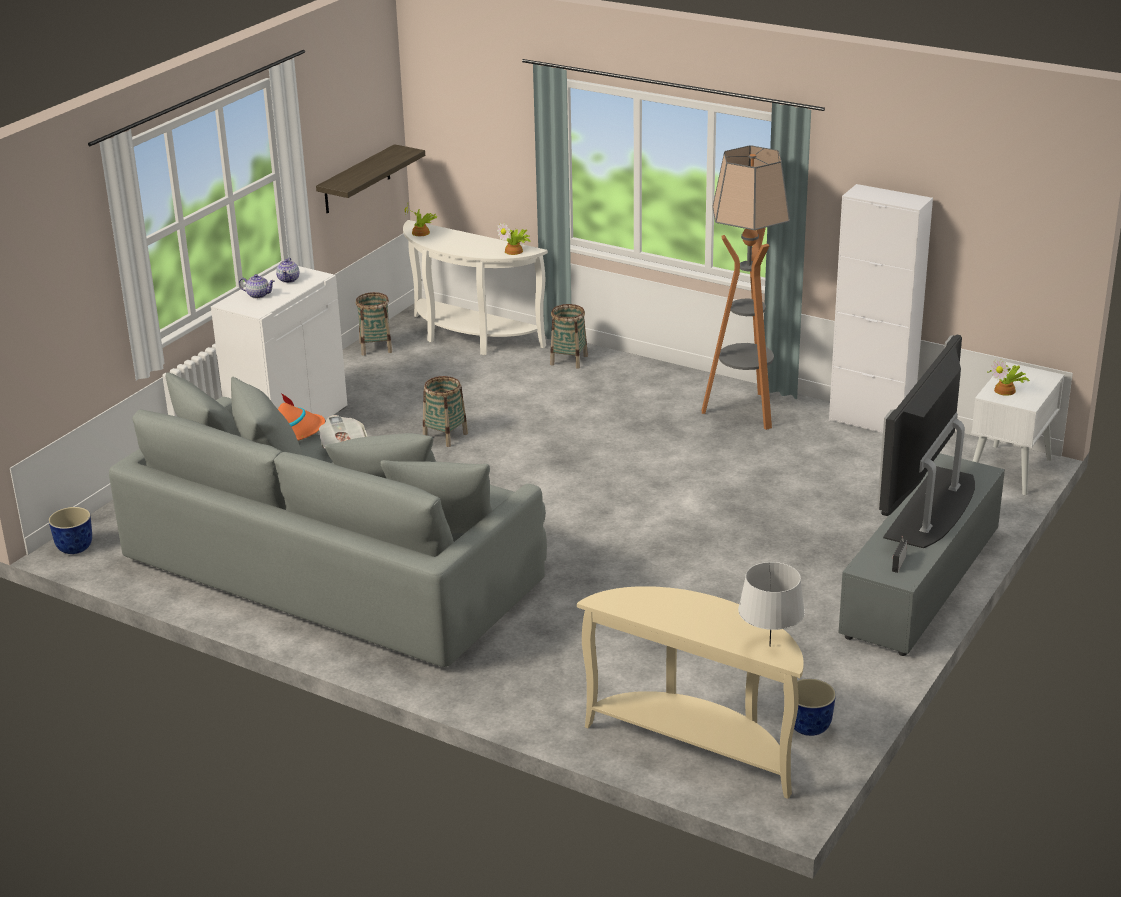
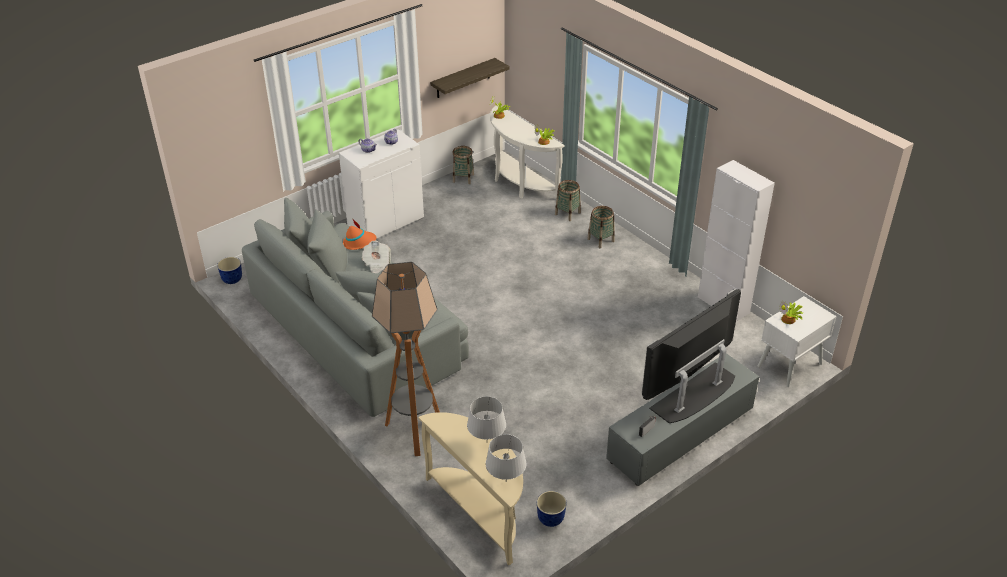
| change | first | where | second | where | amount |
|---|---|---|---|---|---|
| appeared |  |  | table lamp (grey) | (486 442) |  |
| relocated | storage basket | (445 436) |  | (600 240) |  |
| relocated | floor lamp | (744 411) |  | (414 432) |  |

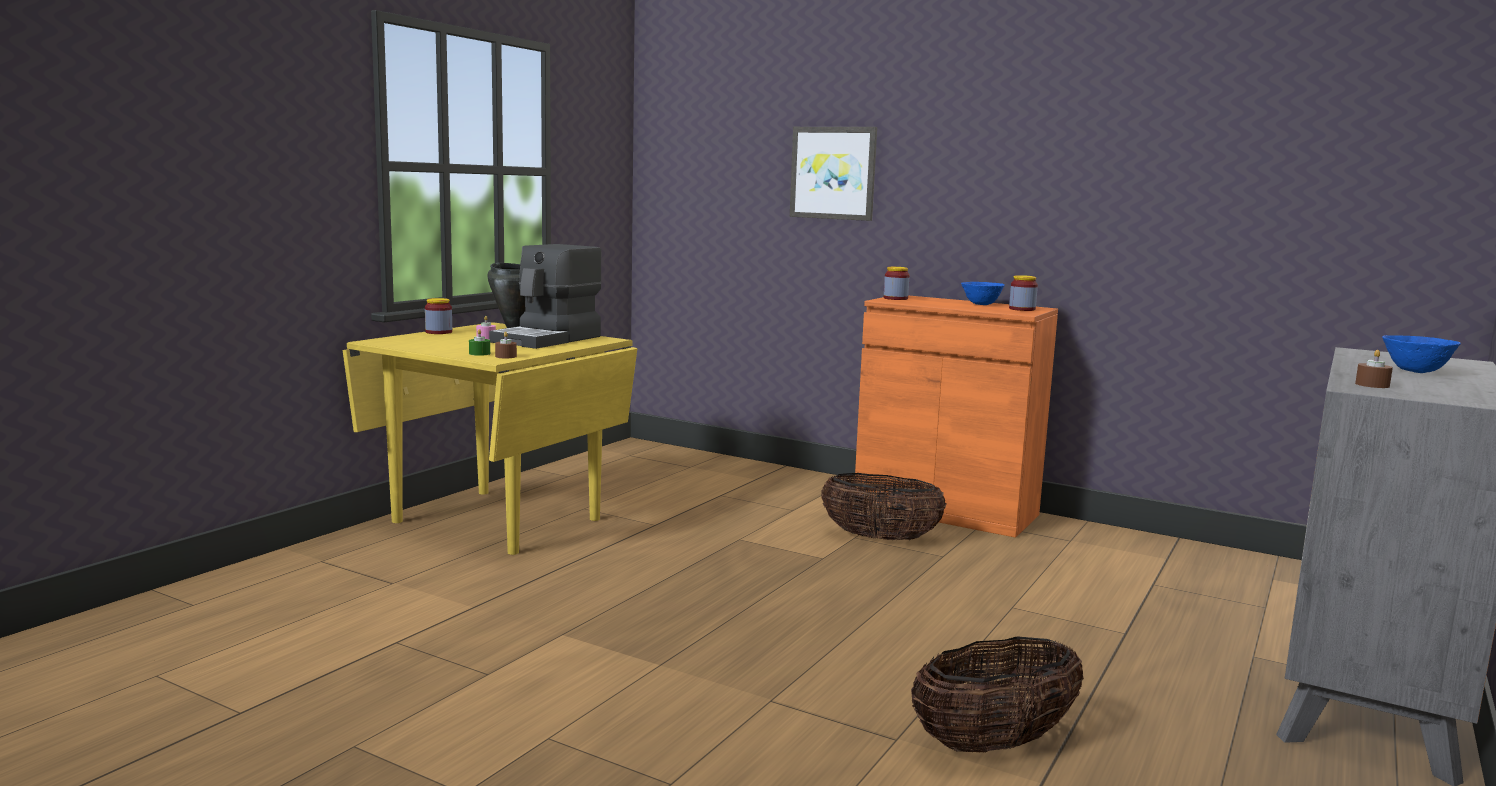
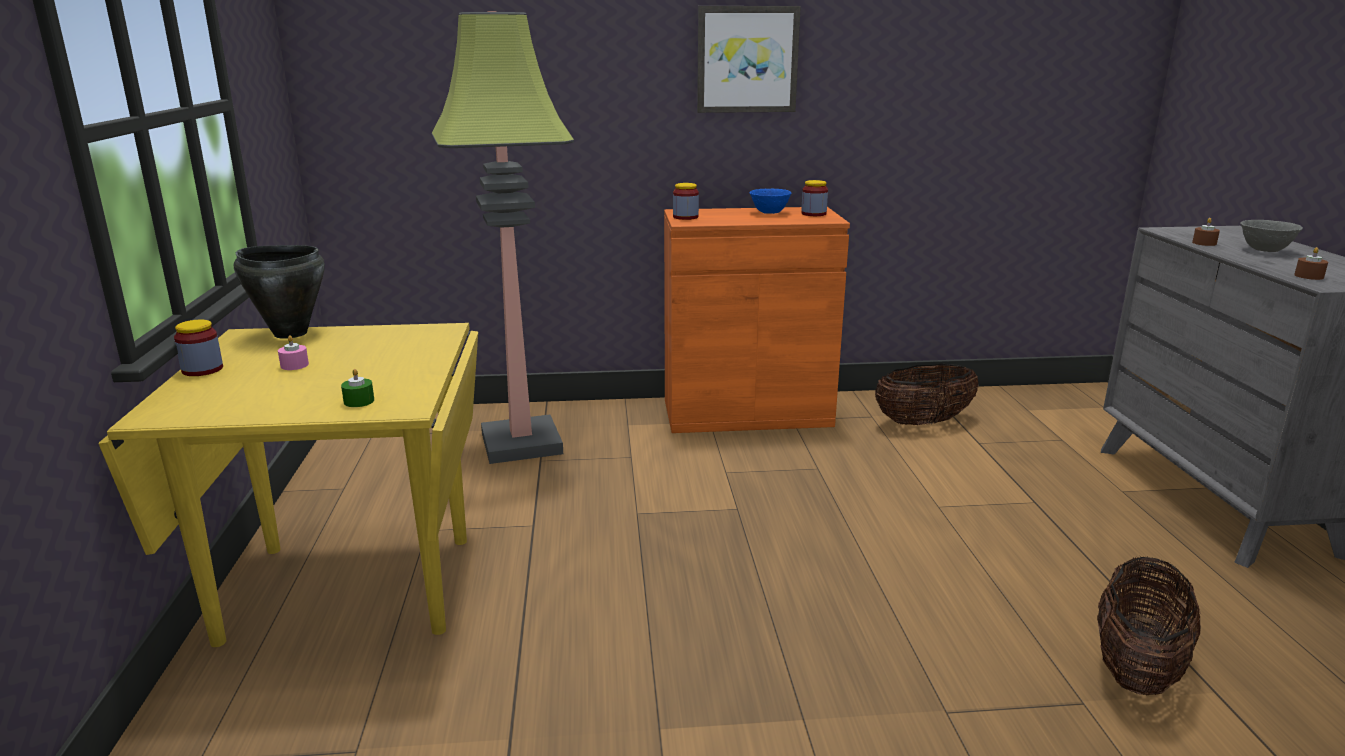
| change | first | where | second | where | amount |
|---|---|---|---|---|---|
| missing | coffee maker | (549 339) |  |  |  |
| appeared |  |  | floor lamp | (522 443) |  |
| relocated | wax candle (brown-coloured) | (506 356) |  | (1204 243) |  |
| relocated | wall art | (833 173) |  | (747 60) |  |
| relocated | storage basket | (880 538) |  | (923 422) |  |
| colour | deep dish (blue) | (1415 372) | deep dish (grey) | (1264 250) |  |

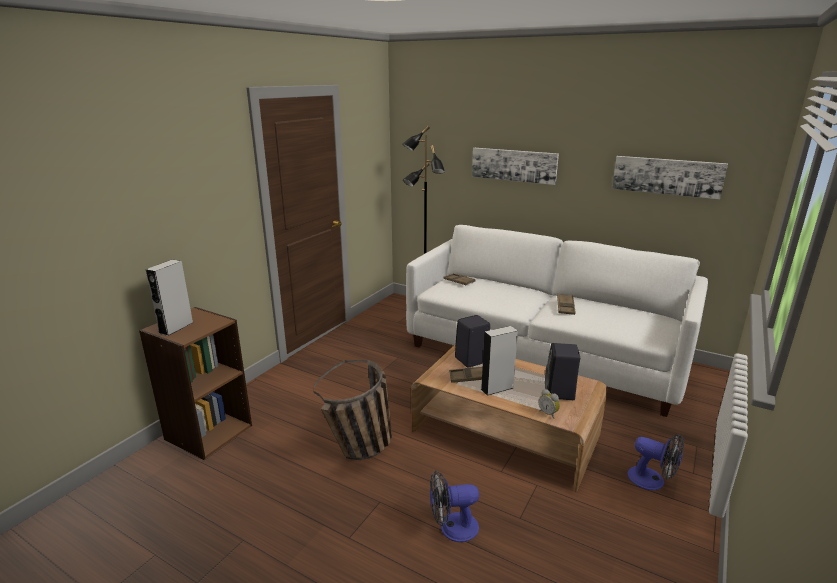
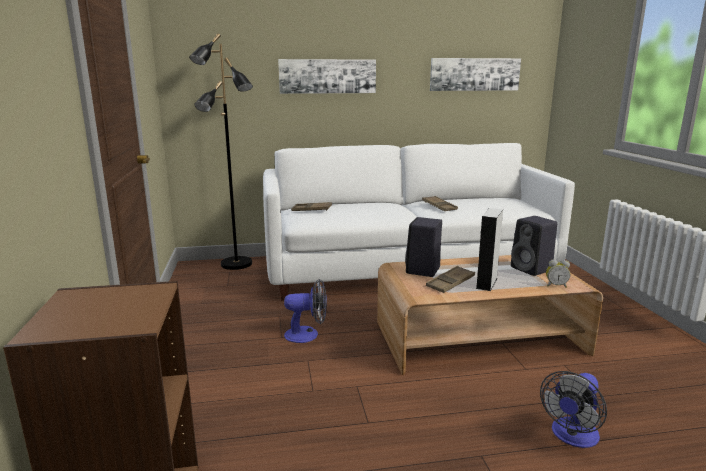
| change | first | where | second | where | amount |
|---|---|---|---|---|---|
| missing | loudspeaker (grey) | (176 328) |  |  |  |
| missing | storage basket | (362 451) |  |  |  |
| relocated | cooling fan | (652 481) |  | (307 334) |  |

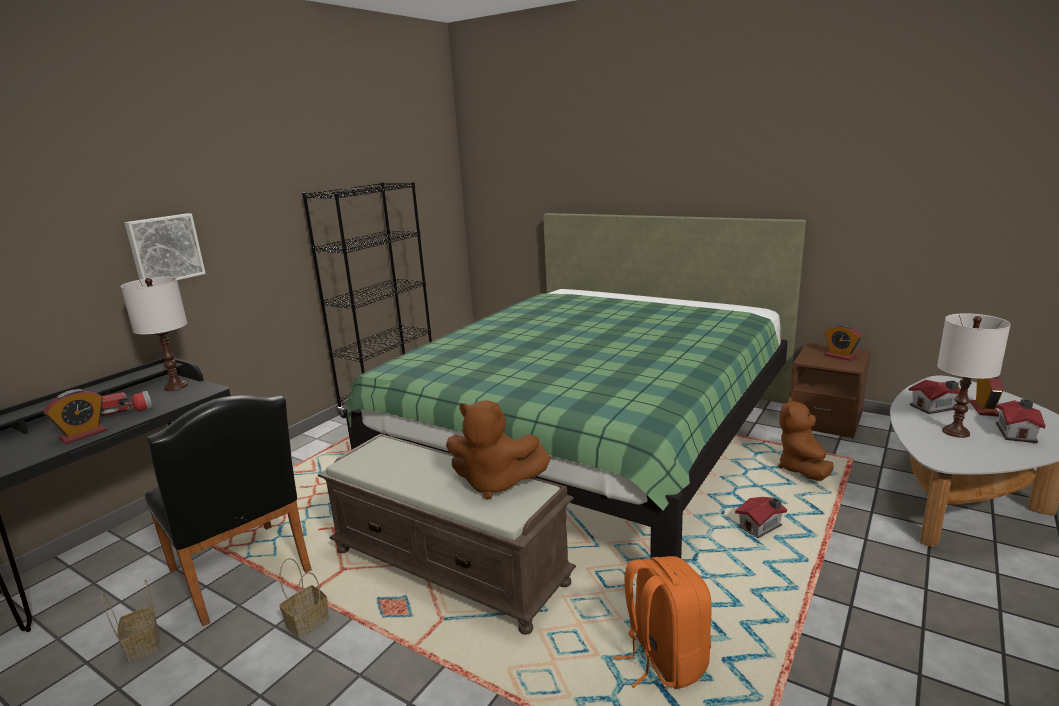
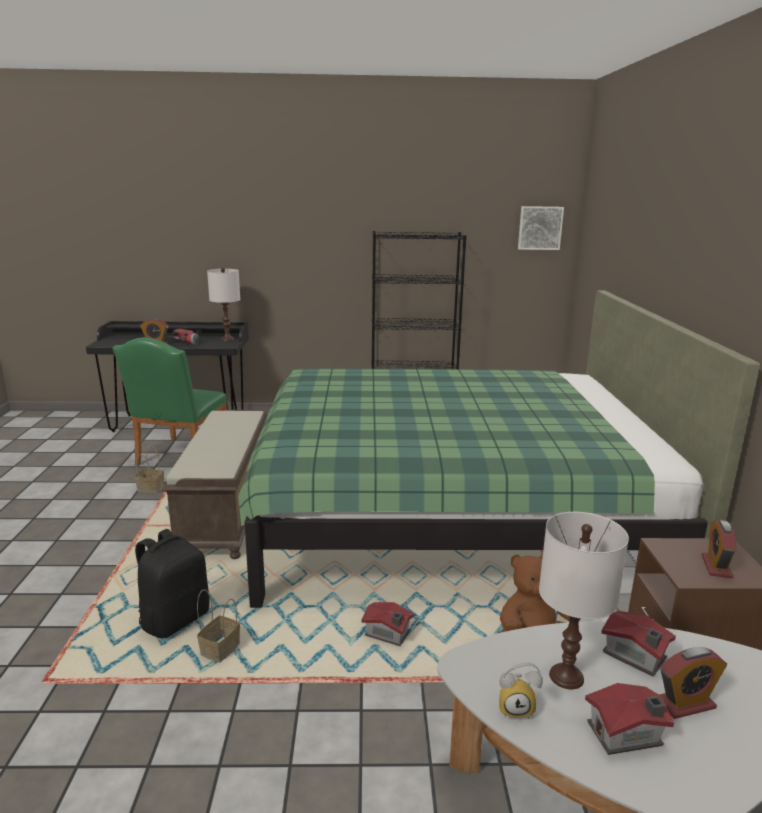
| change | first | where | second | where | amount |
|---|---|---|---|---|---|
| missing | plush toy (brown-coloured) | (495 483) |  |  |  |
| appeared |  |  | alarm clock | (516 707) |  |
| relocated | storage basket | (142 644) |  | (220 649) |  |
| relocated | wall art | (165 249) |  | (539 228) |  |
| colour | chair (blackish) | (243 576) | chair (green) | (179 457) |  |
| colour | knapsack (orange-coloured) | (663 660) | knapsack (blackish) | (175 619) |  |

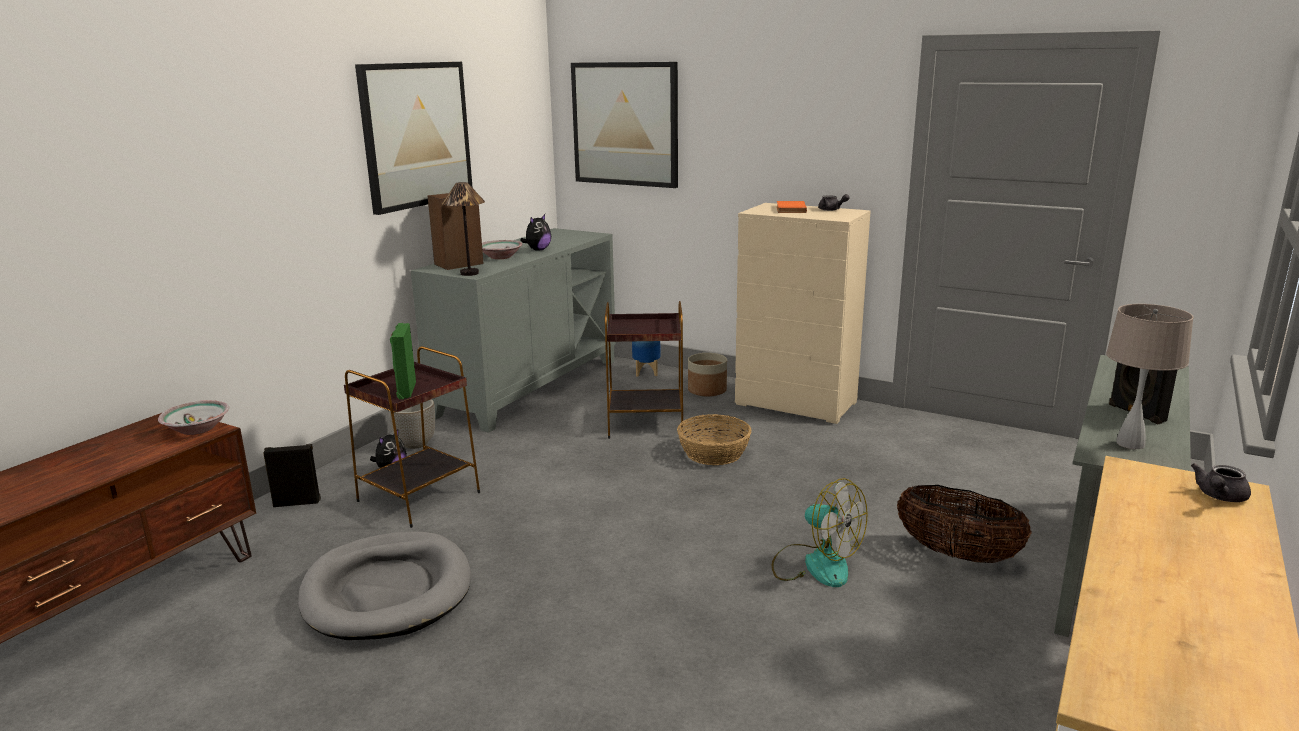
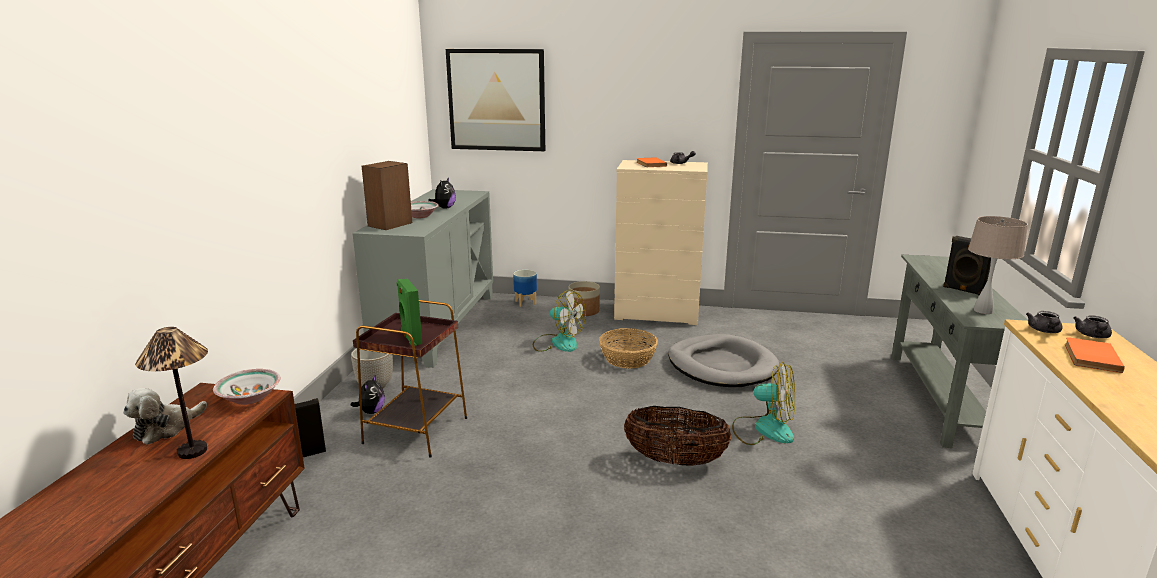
| change | first | where | second | where | amount |
|---|---|---|---|---|---|
| missing | wall art | (416 135) |  |  |  |
| appeared |  |  | plush toy | (166 428) |  |
| appeared |  |  | tea pot (grey) | (1044 331) |  |
| appeared |  |  | book (orange-coloured) | (1089 357) |  |
| relocated | dog bed (grey) | (387 591) |  | (721 366) |  |
| relocated | table lamp | (469 273) |  | (193 452) |  |
| relocated | storage basket | (957 554) |  | (675 461) |  |
| exchanged | side table (brown-coloured) | (646 423) | cooling fan | (558 342) |  |

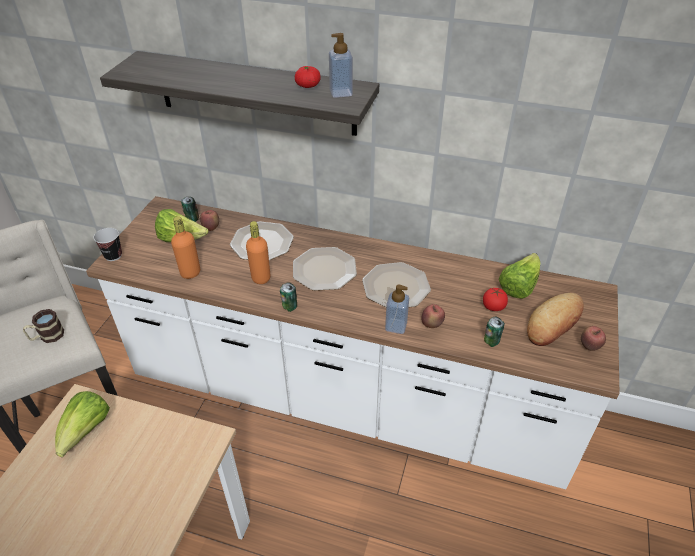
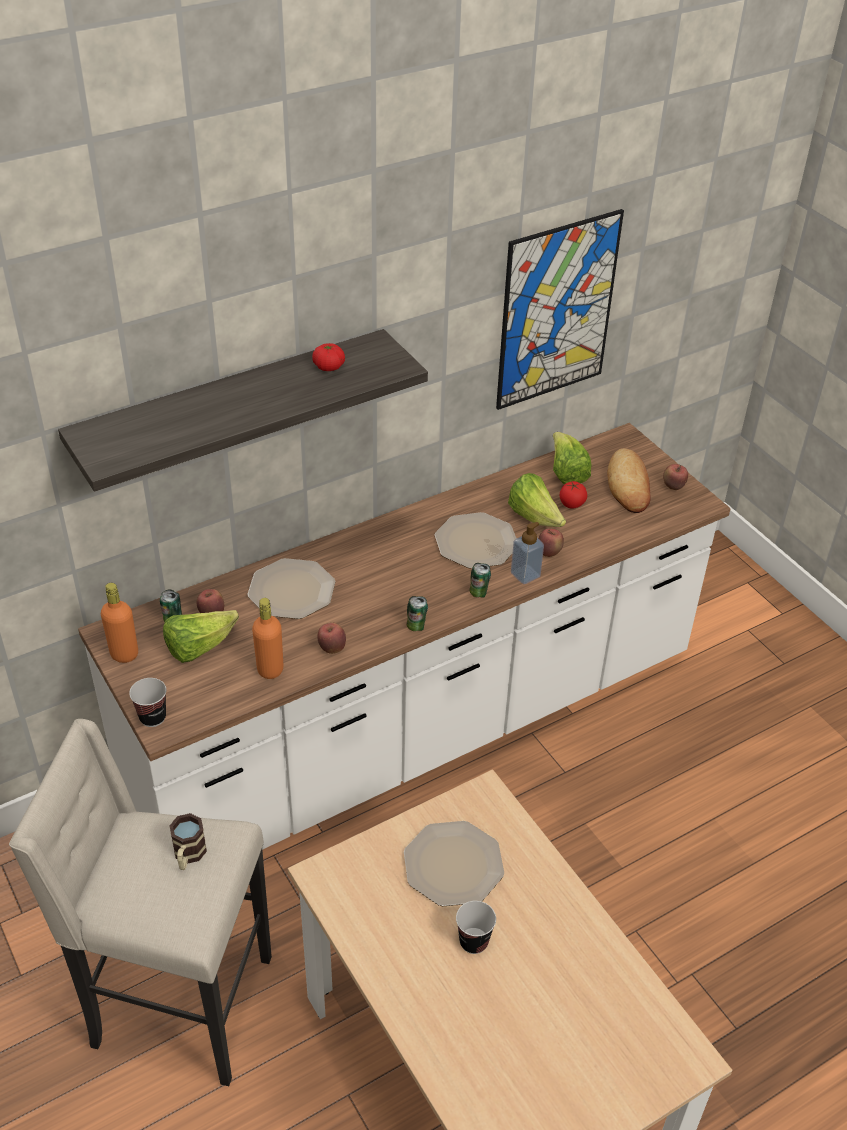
| change | first | where | second | where | amount |
|---|---|---|---|---|---|
| missing | soap dispenser | (341 93) |  |  |  |
| appeared |  |  | whole apple | (332 648) |  |
| appeared |  |  | cup | (473 942) |  |
| appeared |  |  | wall art | (557 311) |  |
| relocated | lettuce | (86 431) |  | (534 517) |  |
| relocated | drink bottle (orange-coloured) | (261 278) |  | (124 654) |  |
| relocated | plate | (324 270) |  | (454 865) |  |
| relocated | sealed can | (491 342) |  | (478 593) |  |

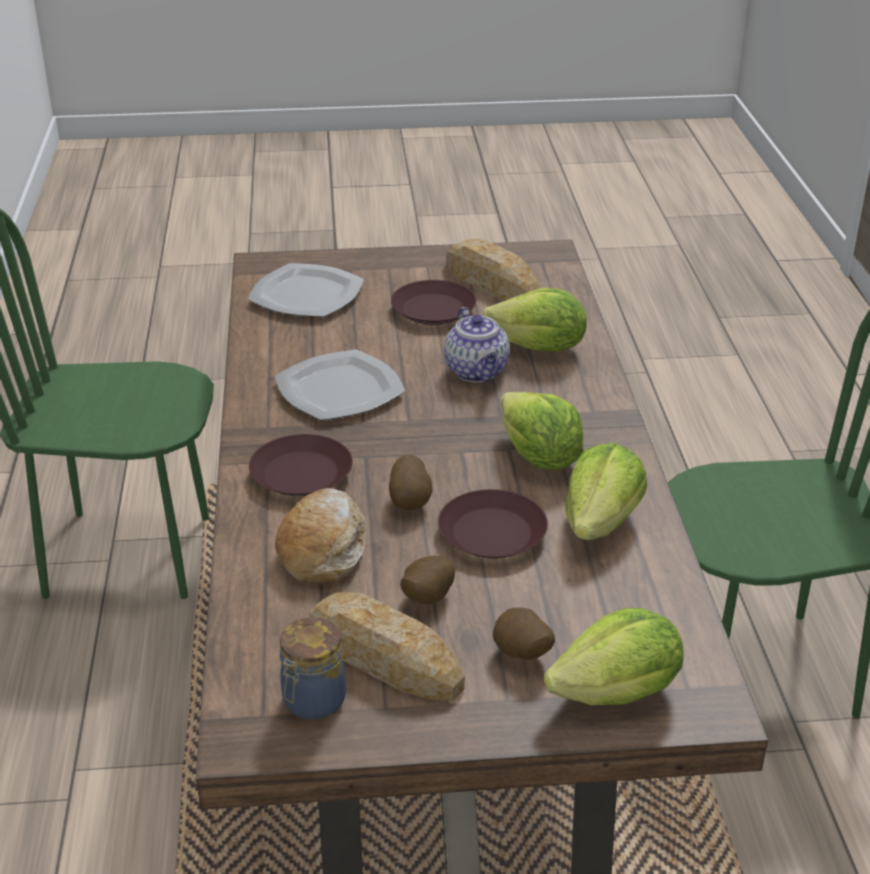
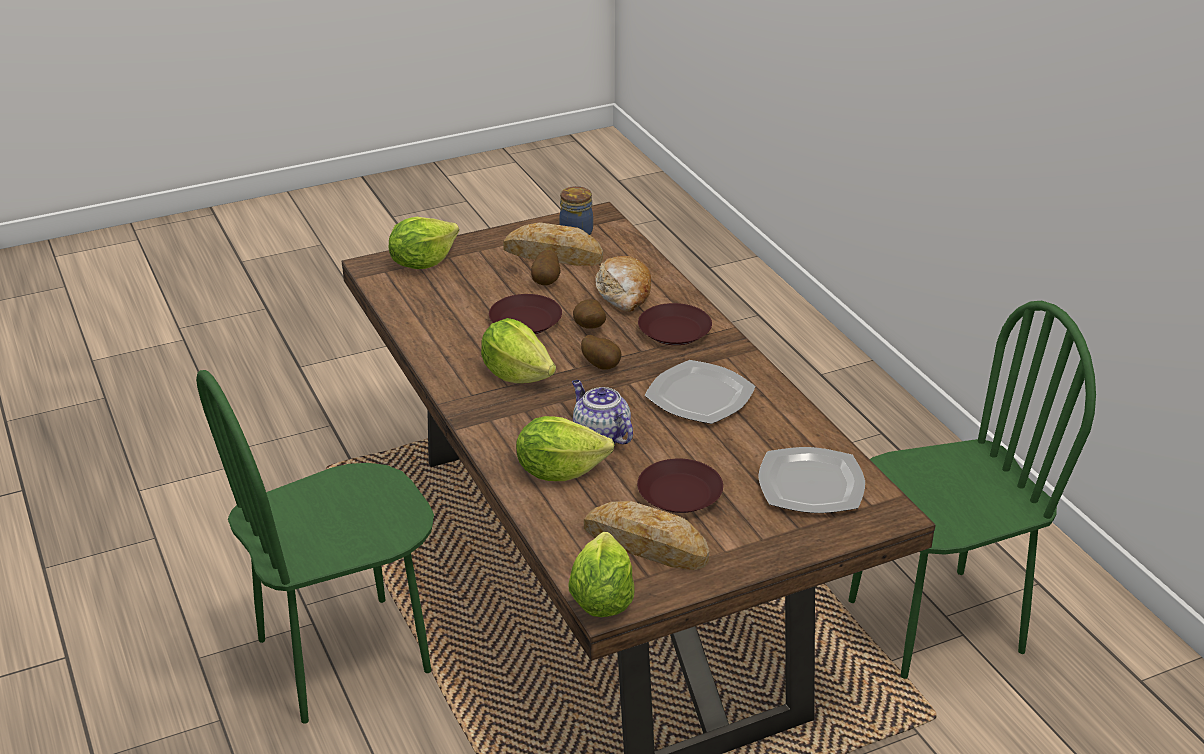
| change | first | where | second | where | amount |
|---|---|---|---|---|---|
| relocated | spud | (521 655) |  | (602 365) |  |
| relocated | lettuce | (601 522) |  | (601 600) |  |

